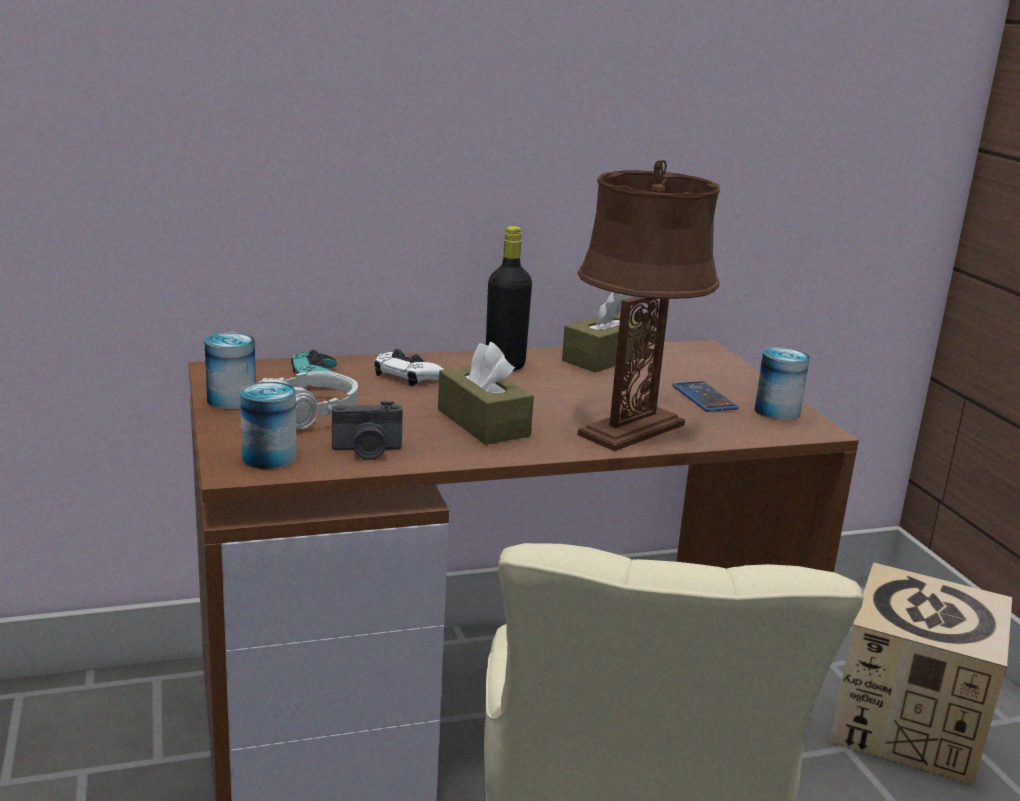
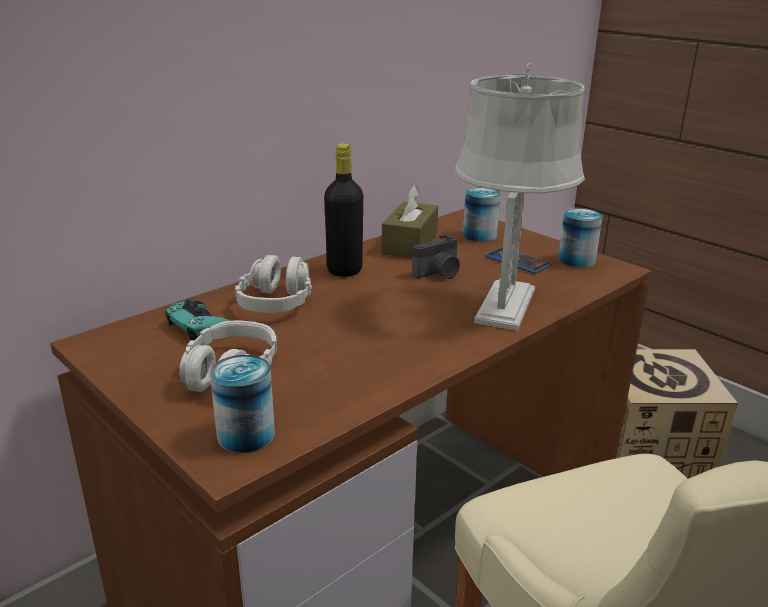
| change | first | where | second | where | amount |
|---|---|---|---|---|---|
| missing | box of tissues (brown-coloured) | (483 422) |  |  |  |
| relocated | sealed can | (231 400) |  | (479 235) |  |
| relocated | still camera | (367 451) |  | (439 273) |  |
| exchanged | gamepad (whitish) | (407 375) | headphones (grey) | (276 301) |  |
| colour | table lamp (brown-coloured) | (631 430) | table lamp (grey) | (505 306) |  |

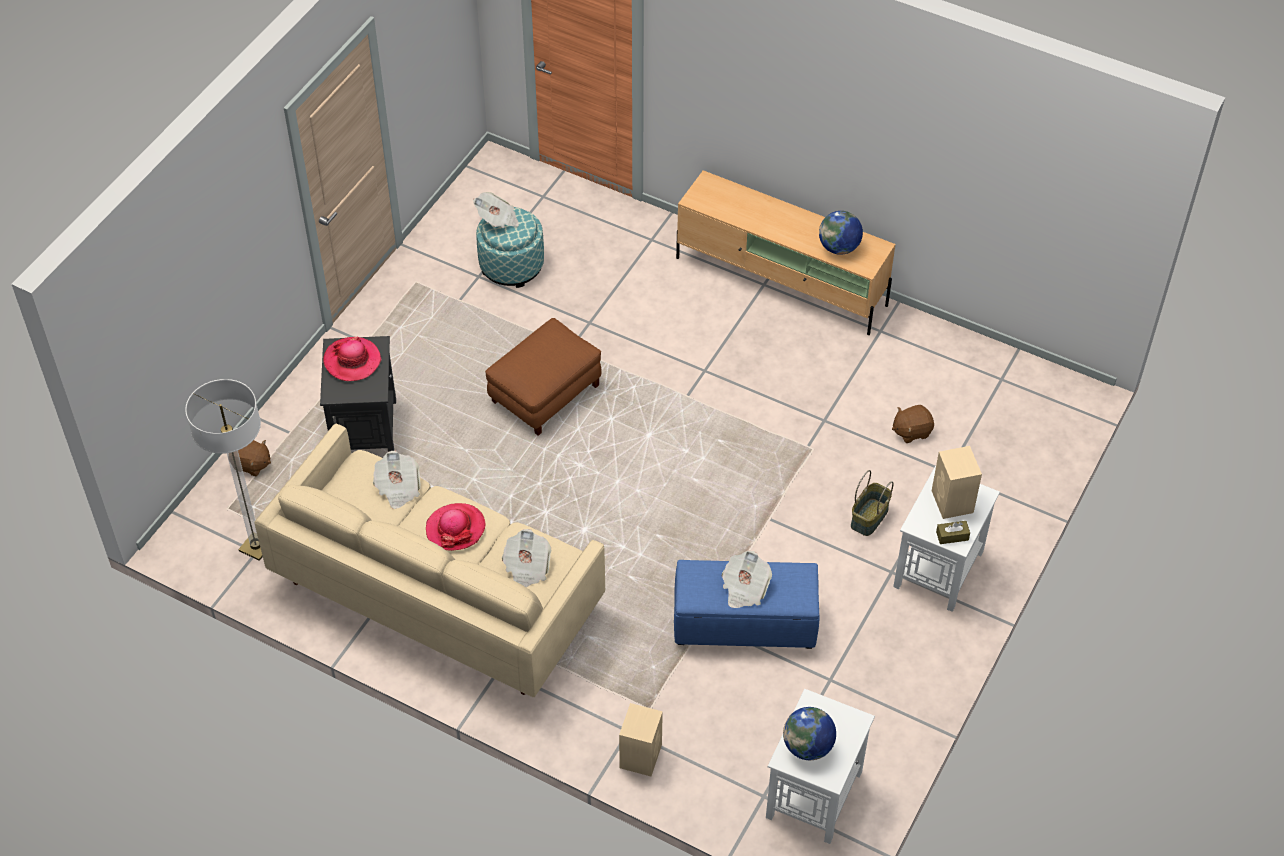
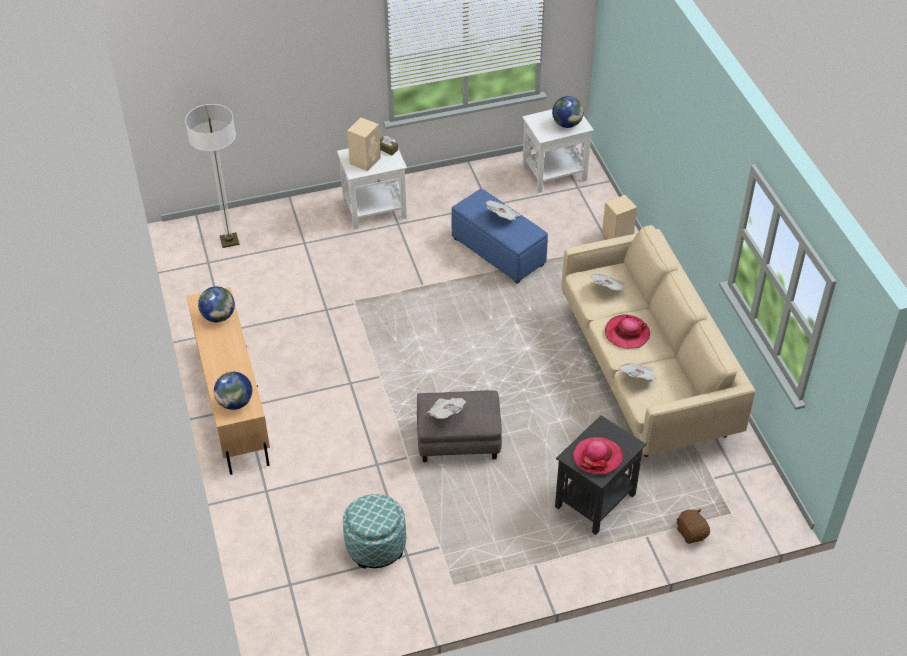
| change | first | where | second | where | amount |
|---|---|---|---|---|---|
| missing | storage basket | (870 518) |  |  |  |
| missing | plush toy (brown-coloured) | (911 431) |  |  |  |
| appeared |  |  | world globe | (235 402) |  |
| relocated | floor lamp | (256 547) |  | (229 241) |  |
| relocated | daily paper | (497 219) |  | (446 413) |  |
| colour | pouffe (brown-coloured) | (545 393) | pouffe (grey) | (458 440) |  |

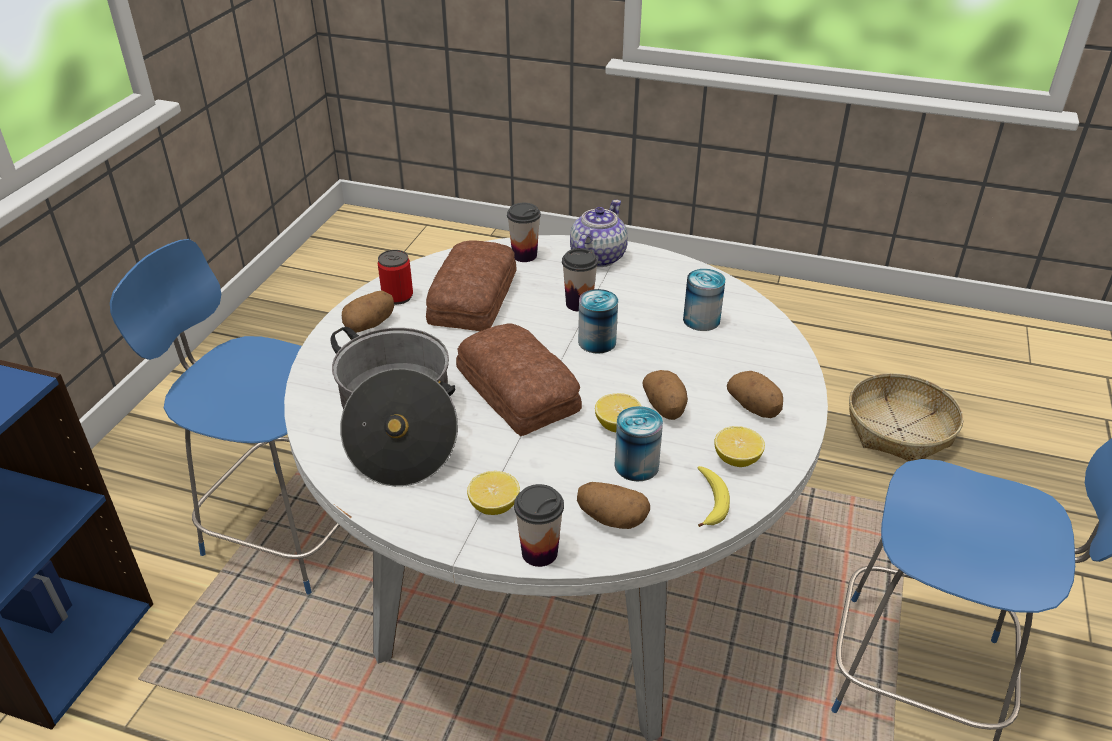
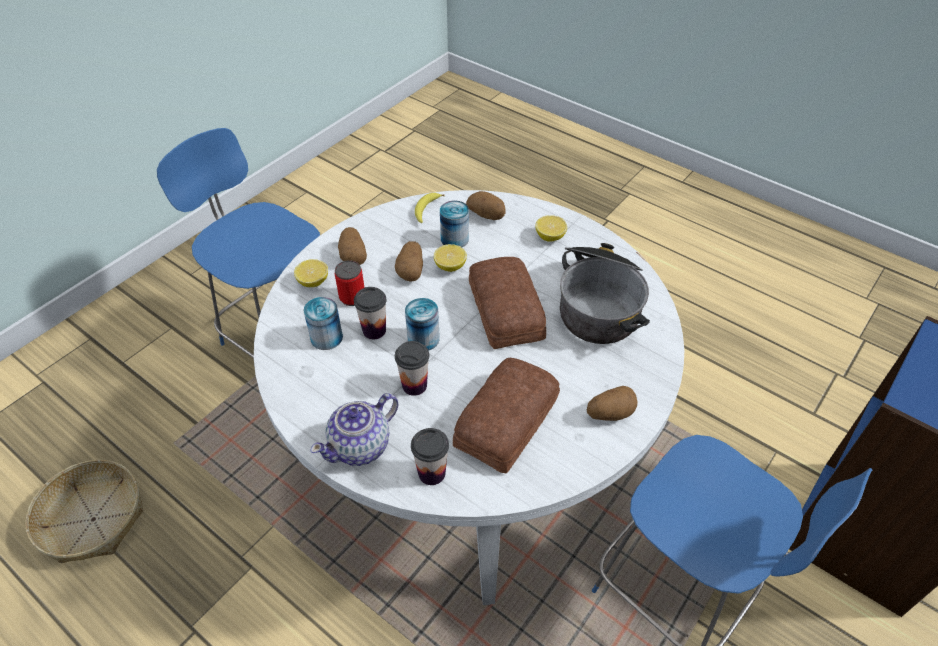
| change | first | where | second | where | amount |
|---|---|---|---|---|---|
| relocated | sealed can | (397 297) |  | (352 297) |  |
| relocated | cup | (539 552) |  | (374 330) |  |
| relocated | whole lemon | (736 460) |  | (313 282) |  |

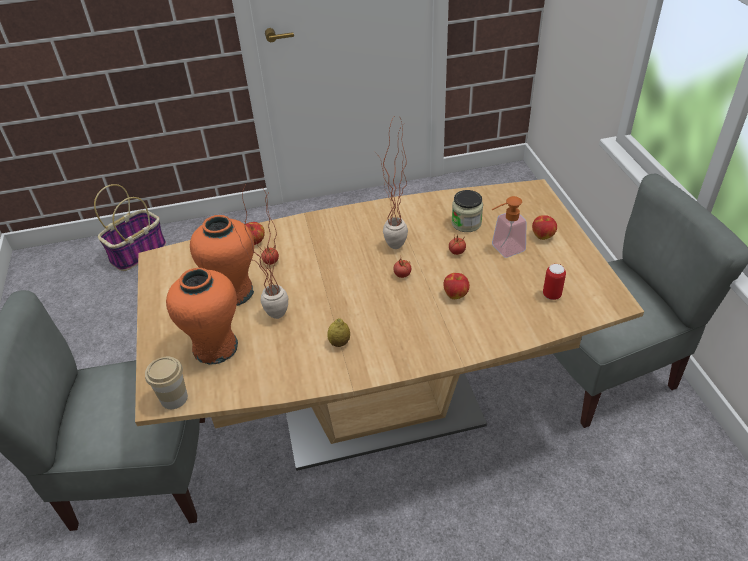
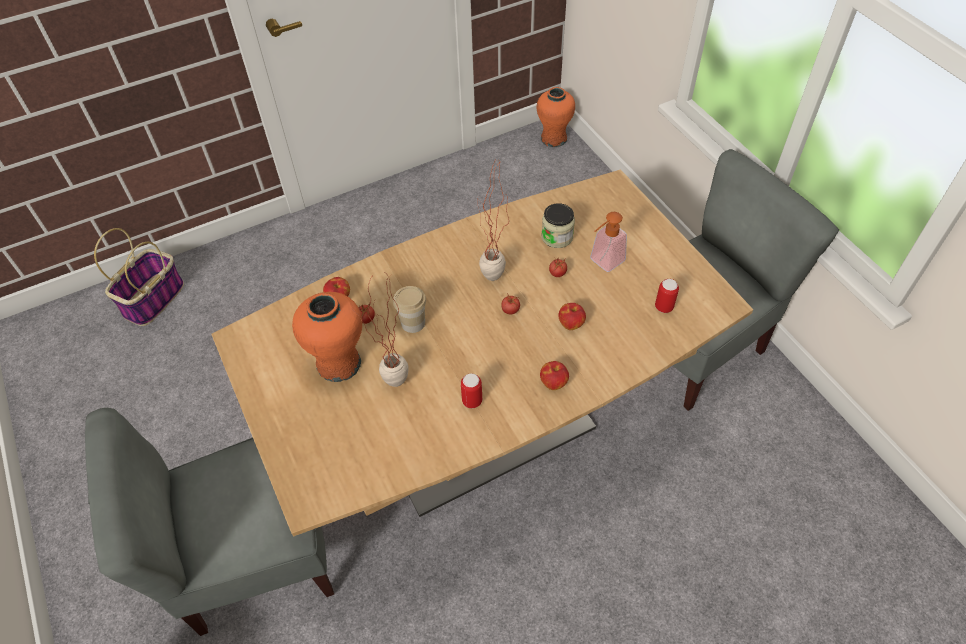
| change | first | where | second | where | amount |
|---|---|---|---|---|---|
| relocated | cup | (174 398) |  | (413 323) |  |
| relocated | decorative vase (orange-coloured) | (215 347) |  | (553 138) |  |
| relocated | whole apple | (543 236) |  | (553 382) |  |
| exchanged | whole lemon | (339 343) | sealed can | (472 401) |  |

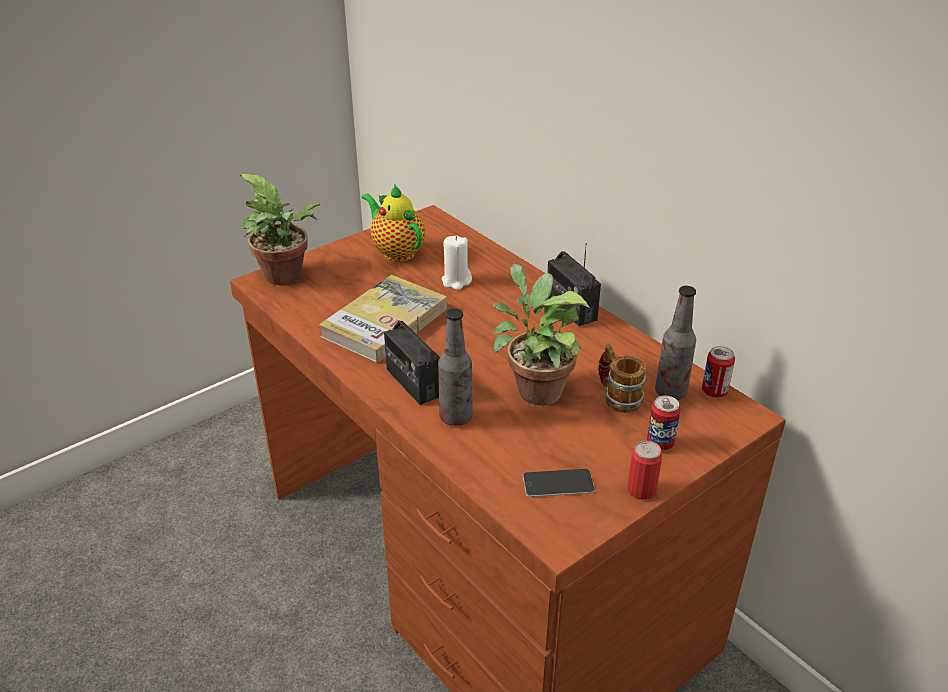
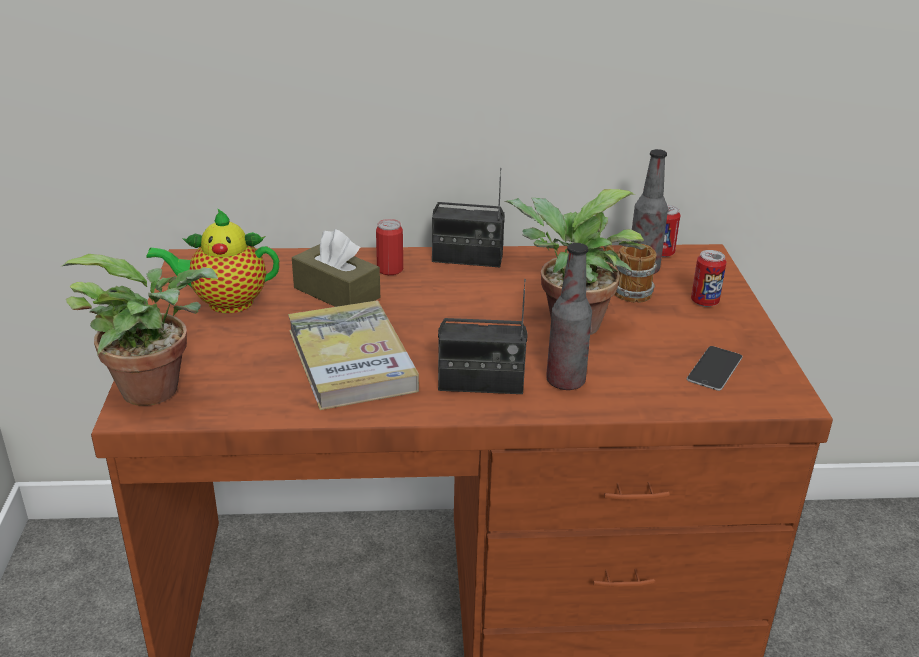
| change | first | where | second | where | amount |
|---|---|---|---|---|---|
| relocated | sealed can | (641 490) |  | (390 269) |  |
| exchanged | wax candle (whitish) | (456 281) | box of tissues (brown-coloured) | (336 293) |  |

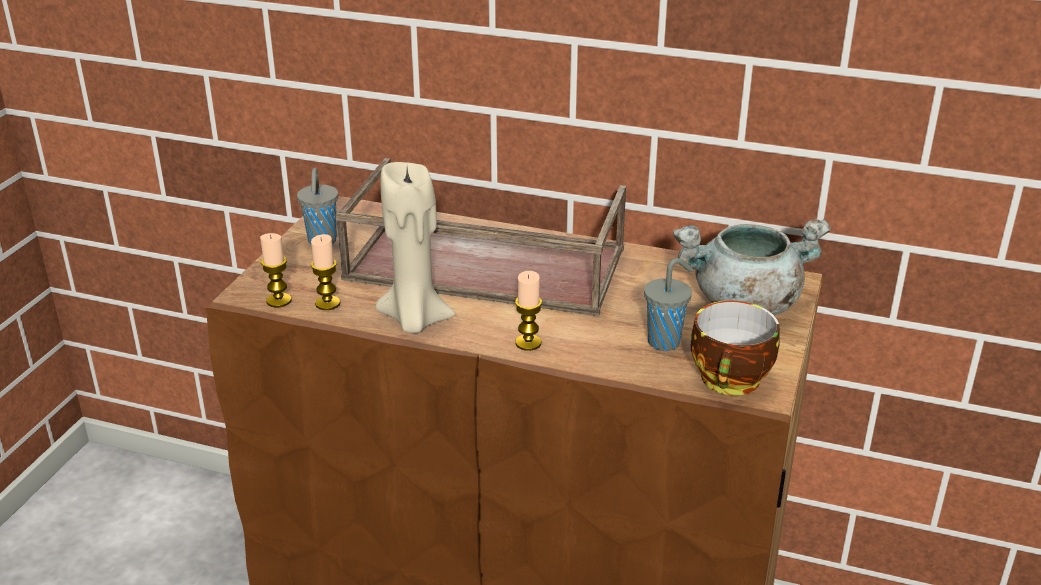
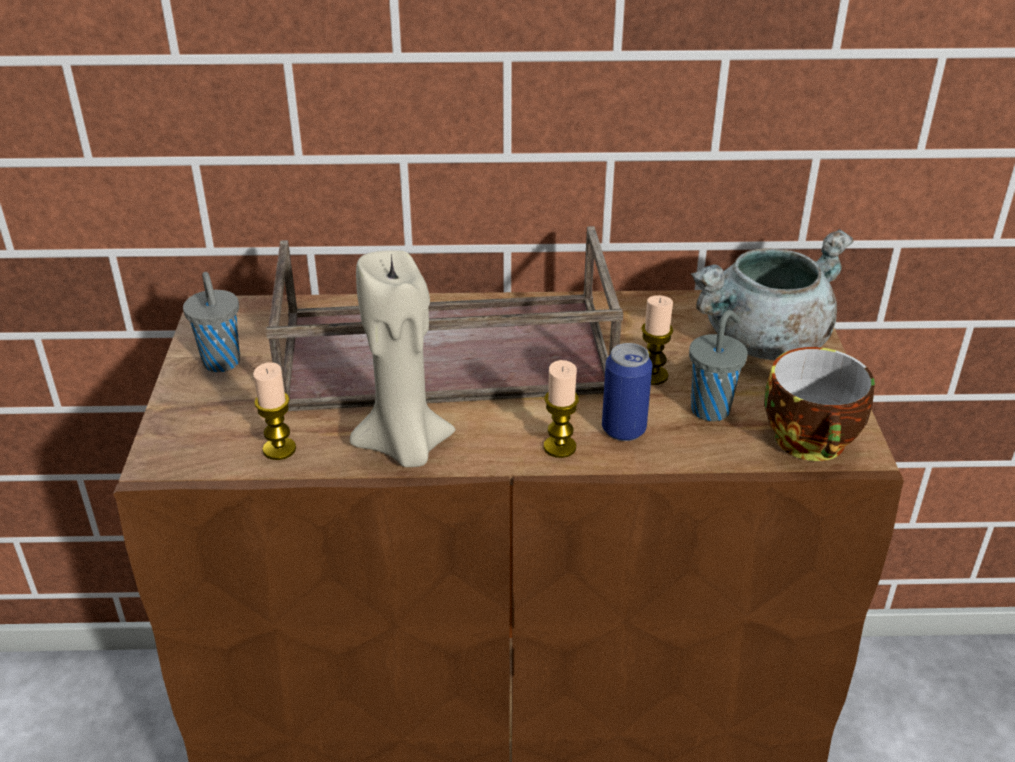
| change | first | where | second | where | amount |
|---|---|---|---|---|---|
| appeared |  |  | sealed can | (623 429) |  |
| relocated | wax candle | (279 300) |  | (652 375) |  |

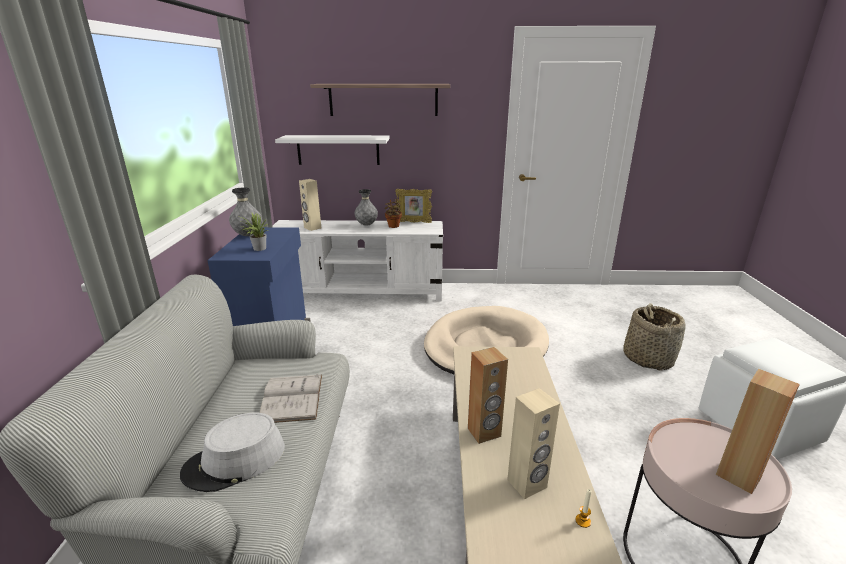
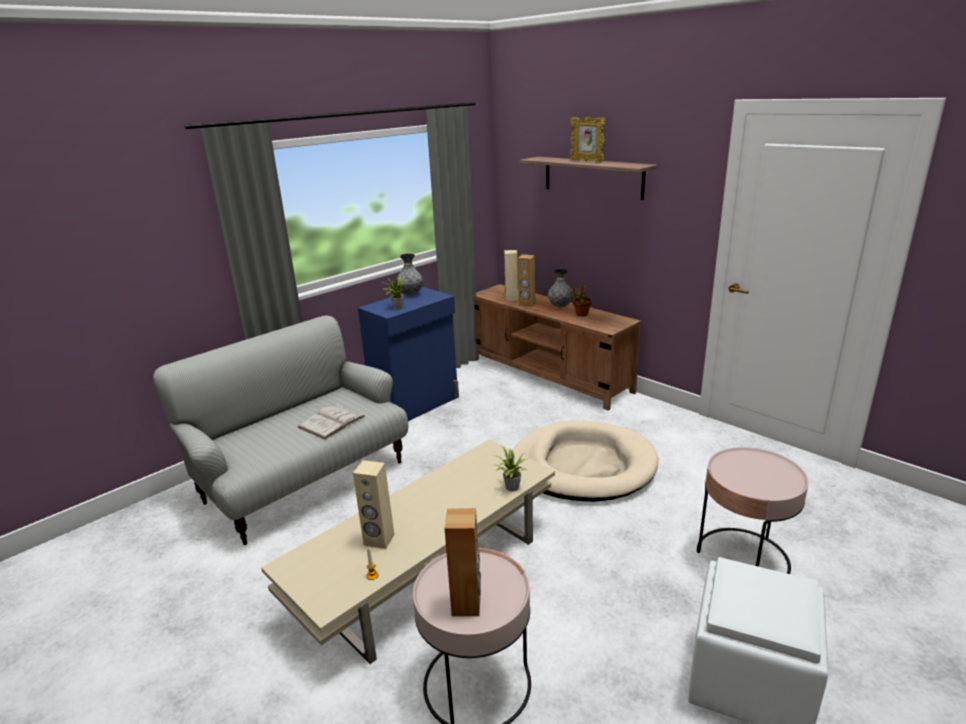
| change | first | where | second | where | amount |
|---|---|---|---|---|---|
| missing | wearable hat (grey) | (235 461) |  |  |  |
| missing | wall shelf (whitish) | (338 150) |  |  |  |
| appeared |  |  | houseplant | (510 488) |  |
| relocated | standing frame | (414 222) |  | (586 161) |  |
| relocated | loudspeaker (brown-coloured) | (484 432) |  | (527 304) |  |
| exchanged | storage basket | (648 358) | side table (pinkish) | (743 558) |  |
| colour | media console (whitish) | (361 291) | media console (brown-coloured) | (549 375) |  |

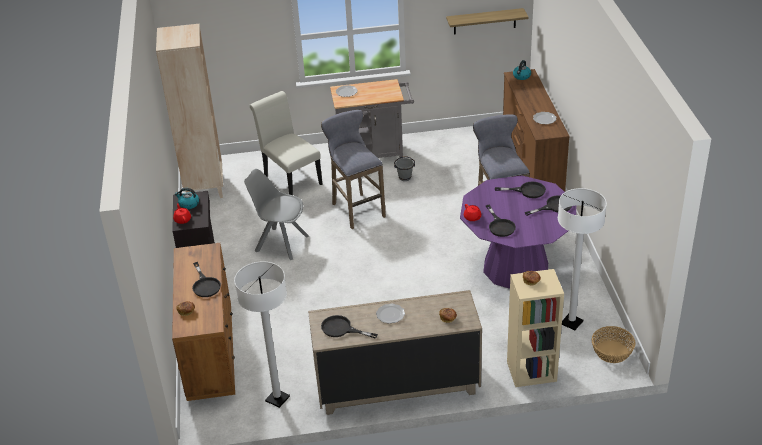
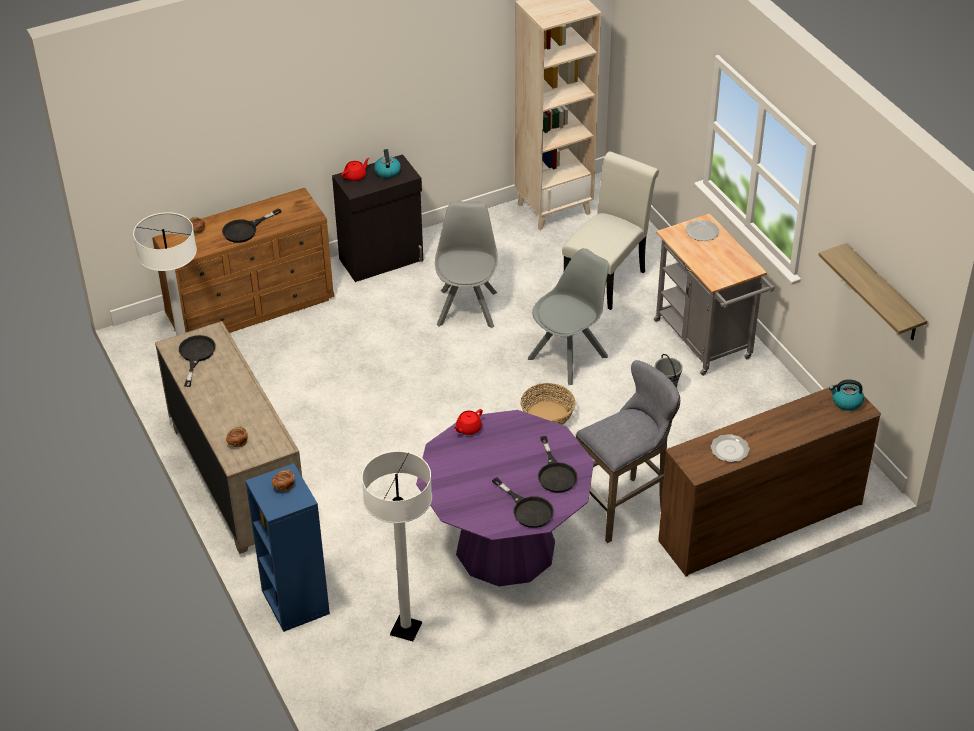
| change | first | where | second | where | amount |
|---|---|---|---|---|---|
| missing | plate | (390 315) |  |  |  |
| missing | frying pan (blackish) | (500 226) |  |  |  |
| relocated | storage basket | (612 351) |  | (548 416) |  |
| exchanged | sitting stool (grey) | (356 209) | chair (grey) | (569 356) |  |
| colour | bookcase (beige-coloured) | (531 372) | bookcase (blue) | (294 602) |  |

